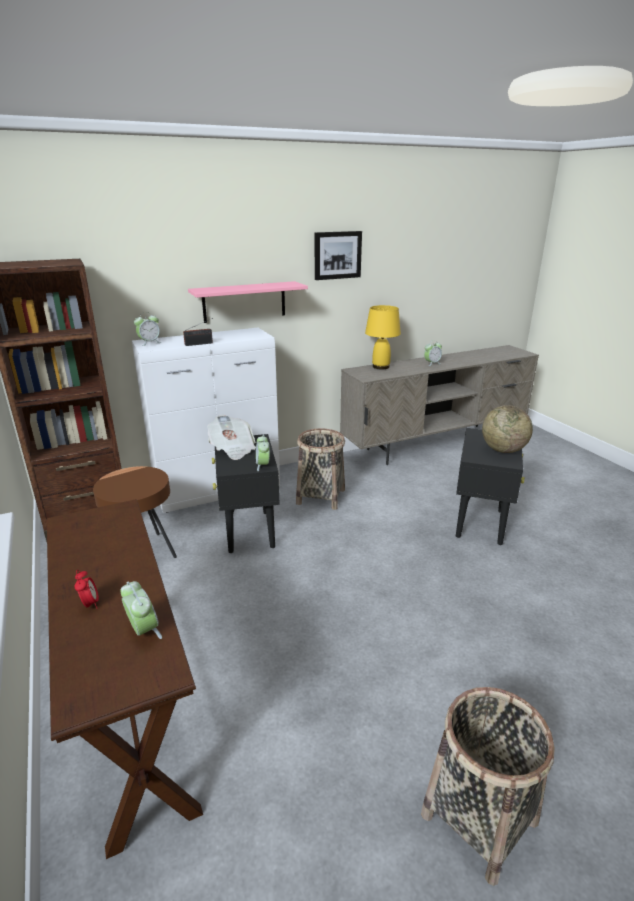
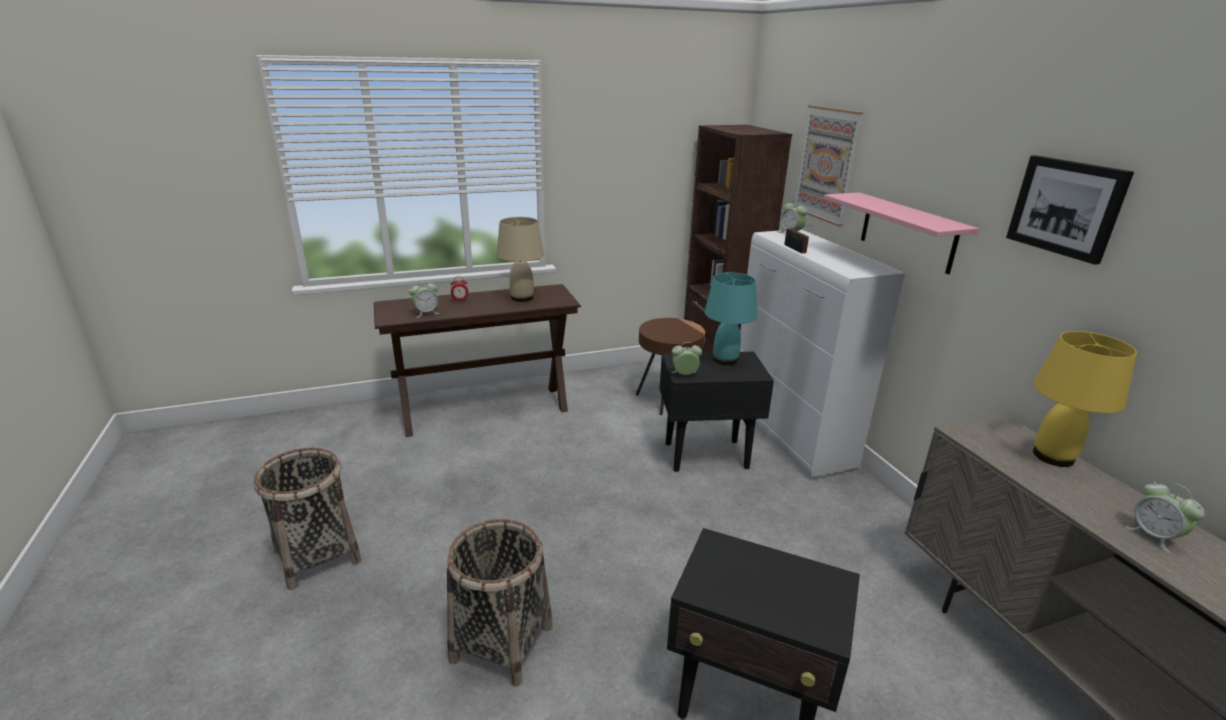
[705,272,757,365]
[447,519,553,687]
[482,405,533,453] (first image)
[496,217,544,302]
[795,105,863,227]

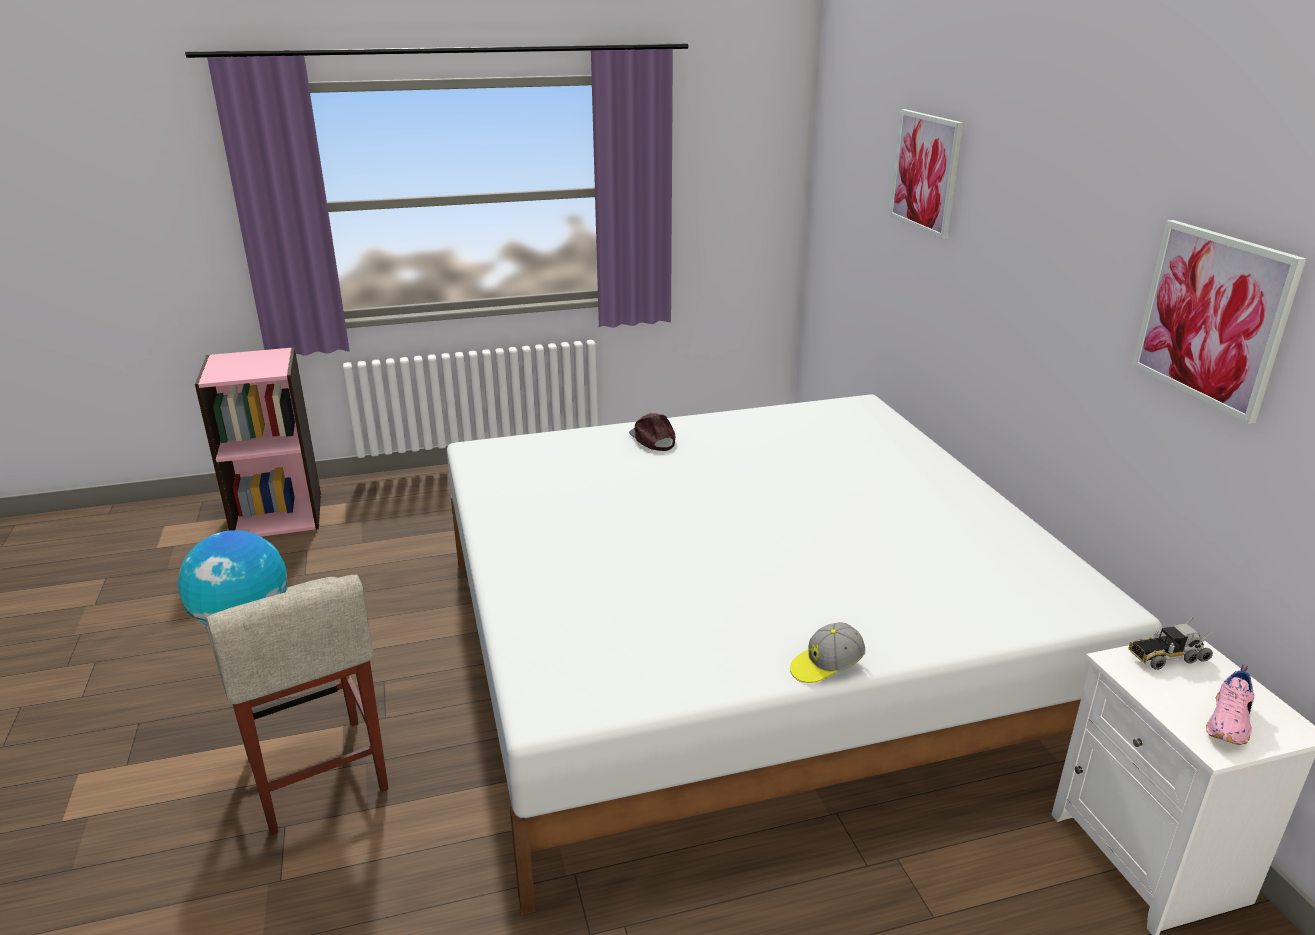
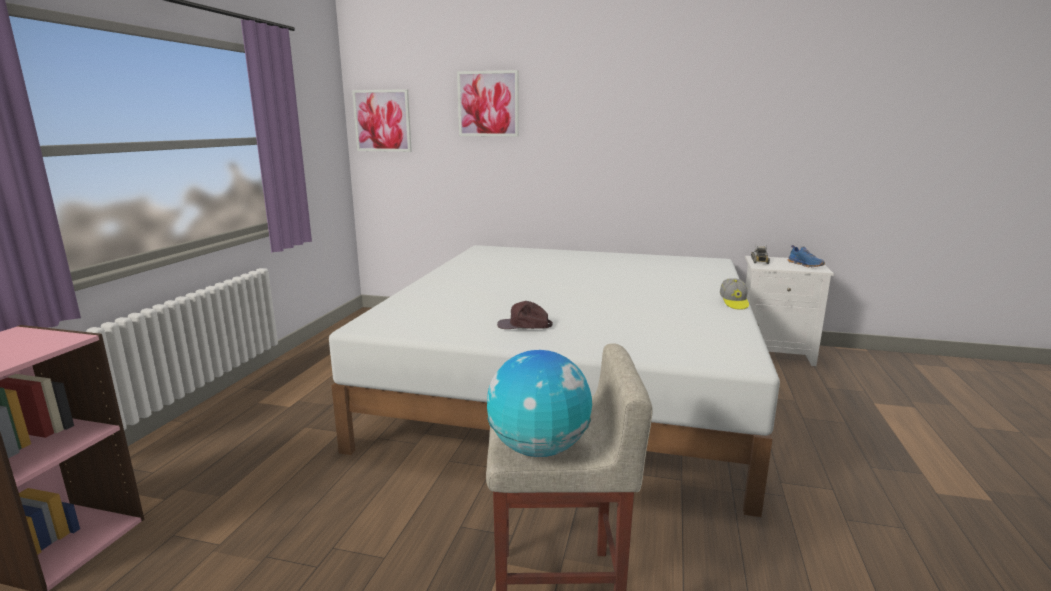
[497,301,553,329]
[352,89,412,152]
[788,245,825,267]

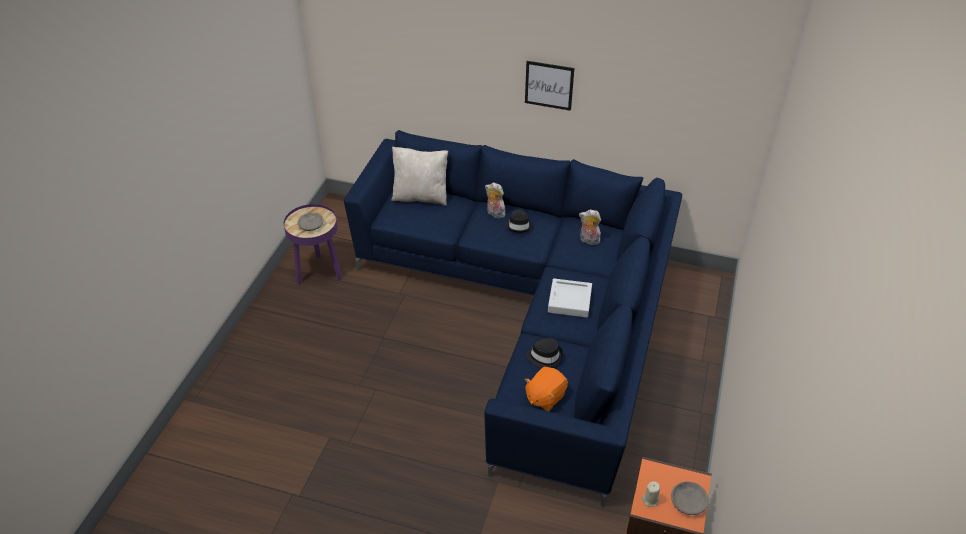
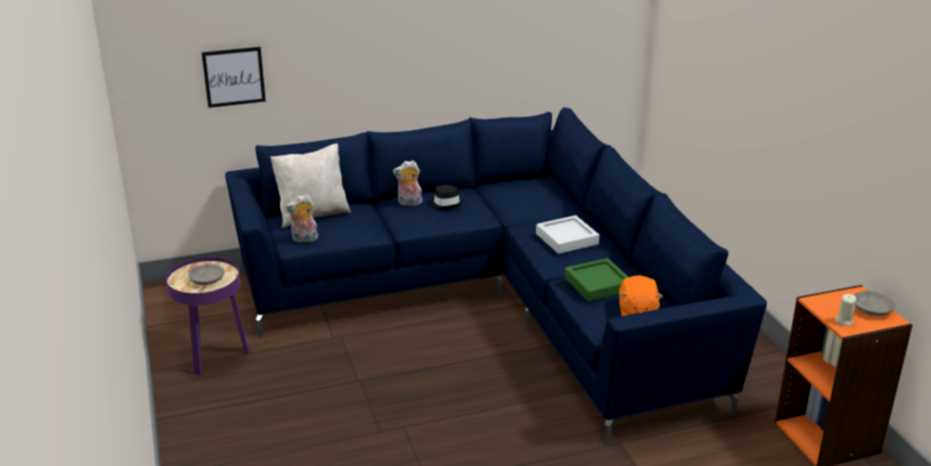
[202,47,266,108]
[564,258,628,302]
[285,194,318,243]

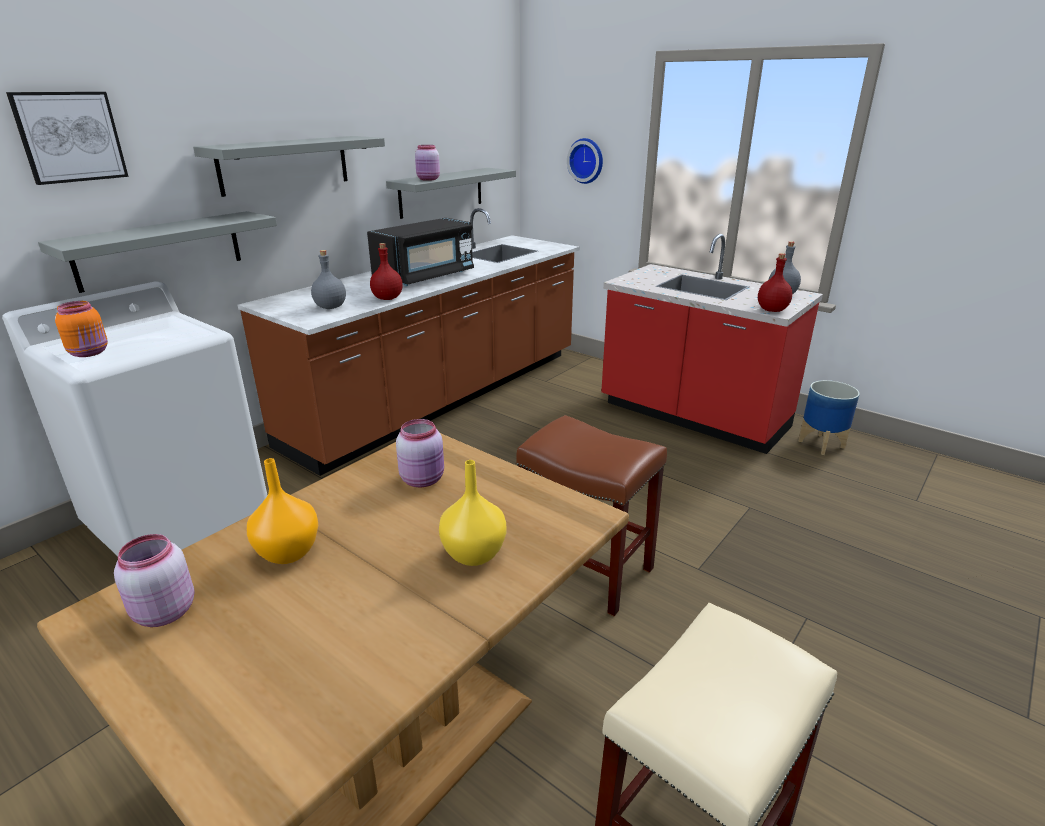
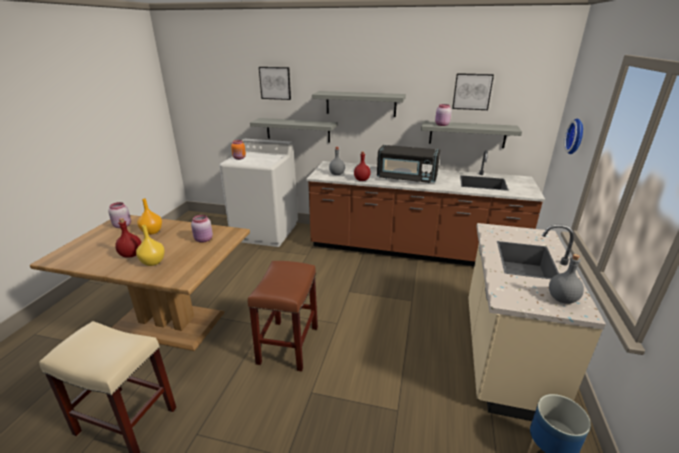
[468,223,606,421]
[115,218,142,258]
[452,73,494,110]

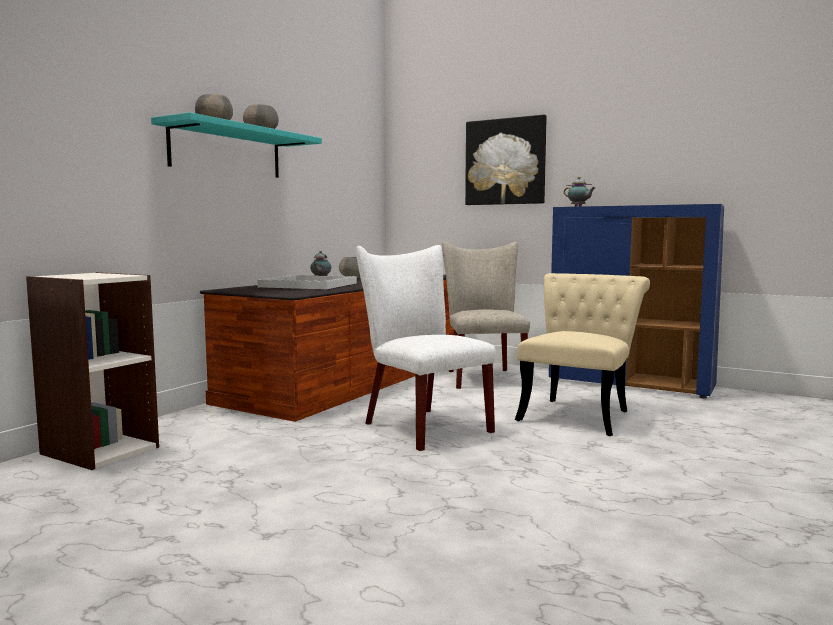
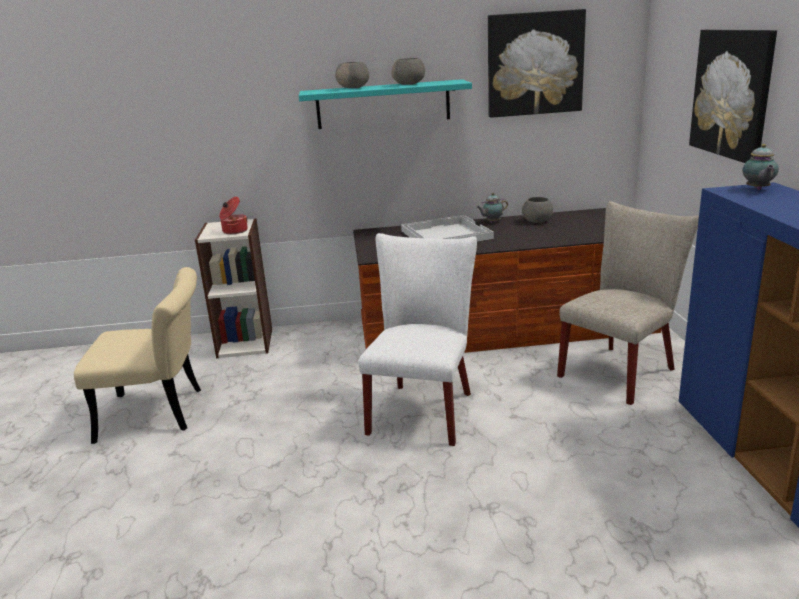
[74,267,201,444]
[219,197,248,234]
[488,9,586,118]

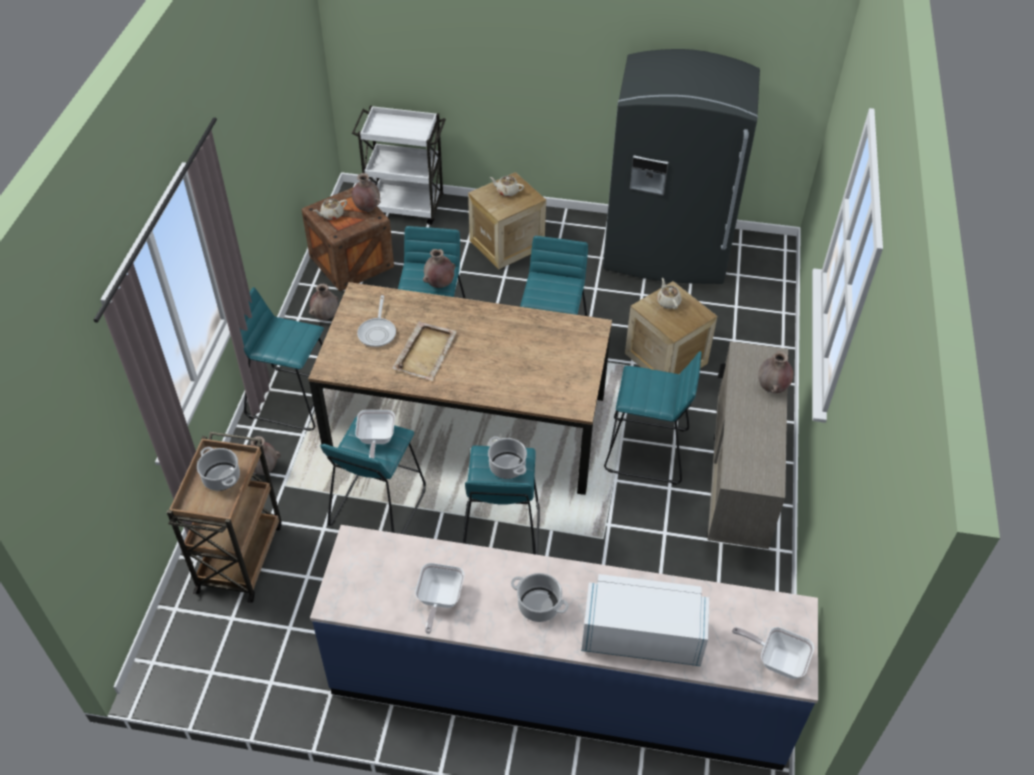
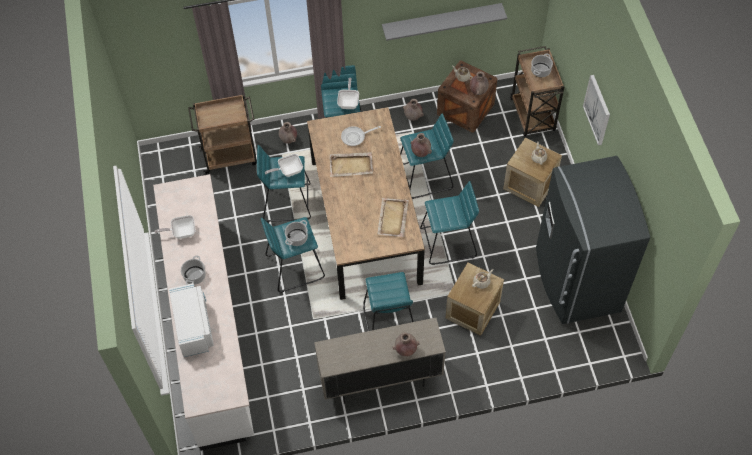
[531,54,553,77]
[153,174,254,451]
[510,46,564,136]
[337,78,359,109]
[377,198,408,237]
[382,3,507,41]
[583,75,610,145]

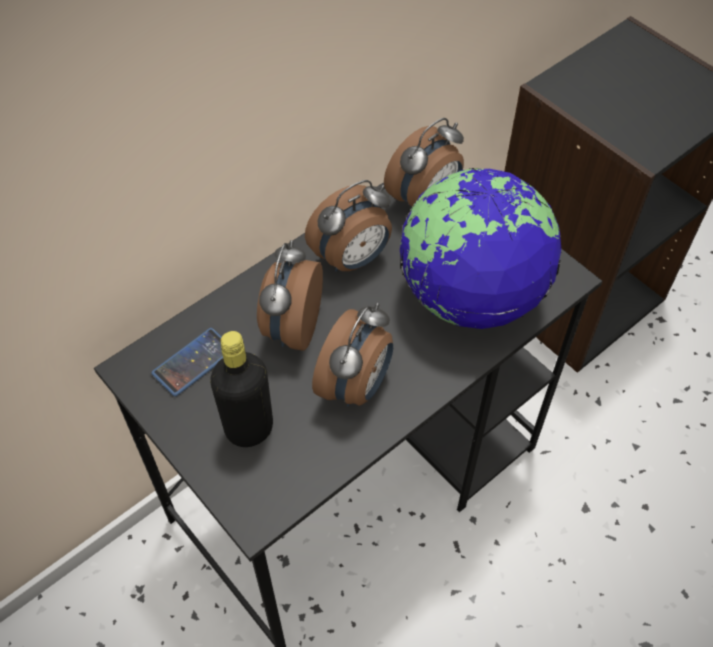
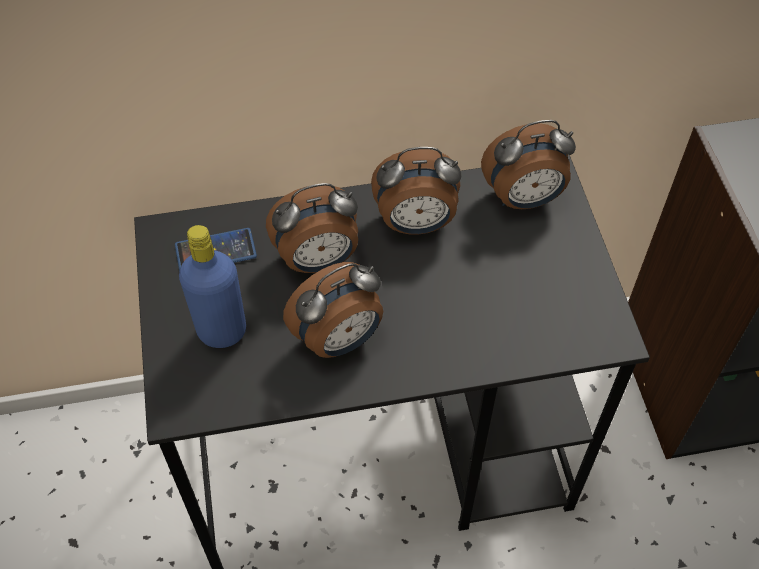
[179,225,246,348]
[266,183,358,273]
[400,168,562,329] (first image)

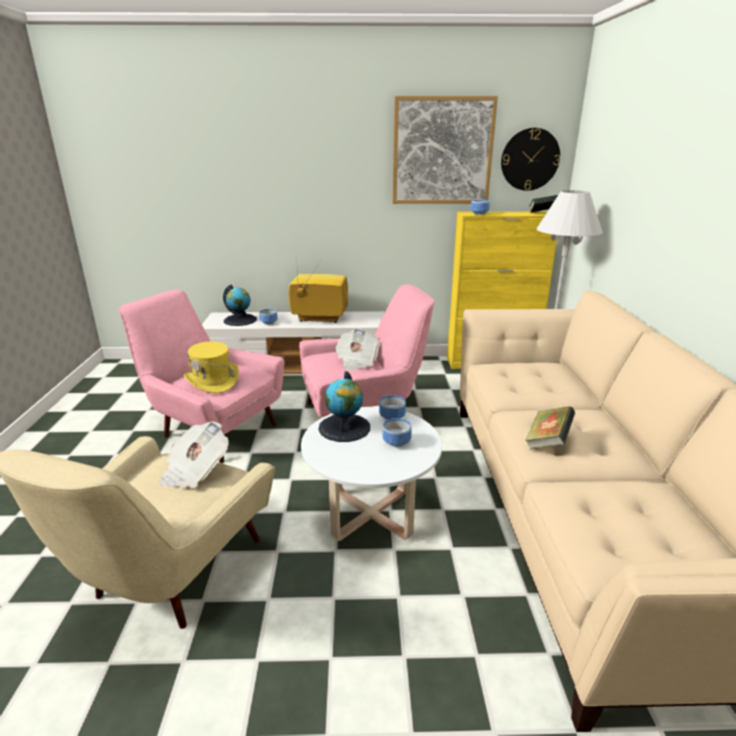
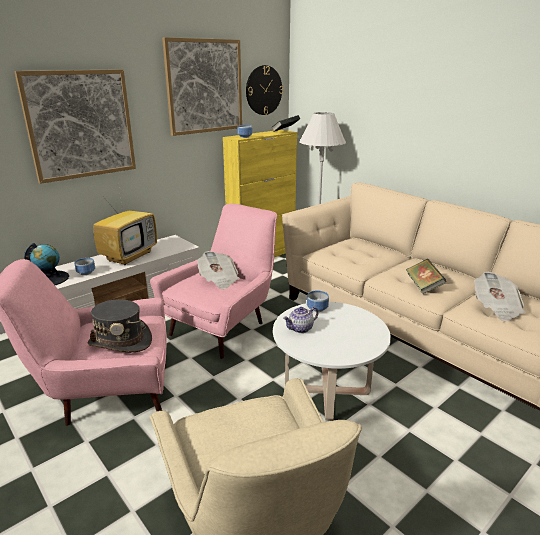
[474,272,525,322]
[87,299,152,352]
[93,189,157,265]
[283,307,319,333]
[382,418,411,447] (first image)
[14,69,136,184]

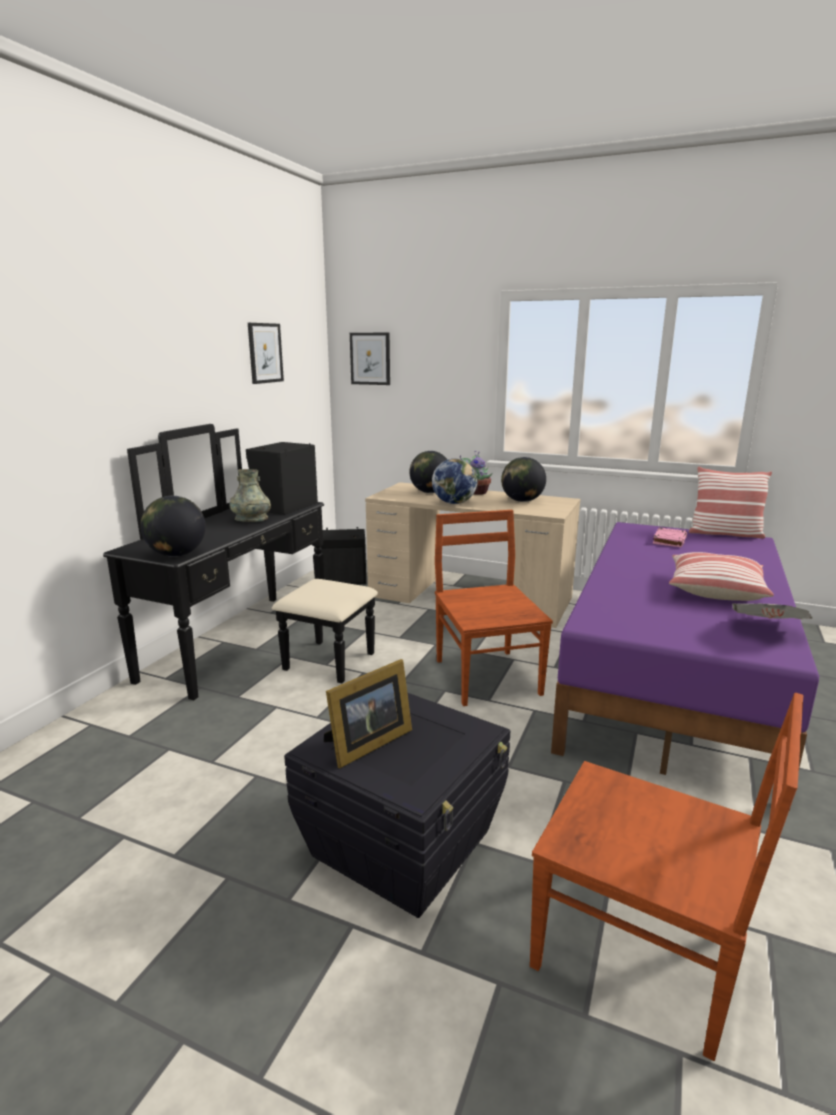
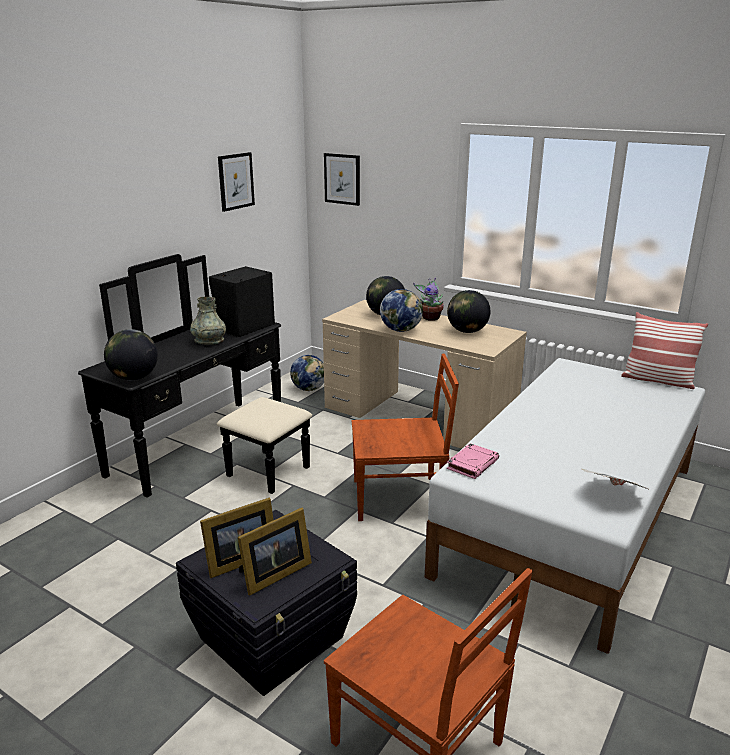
[290,355,324,391]
[352,354,459,521]
[425,358,705,654]
[447,443,499,479]
[669,552,774,601] (first image)
[238,508,312,596]

